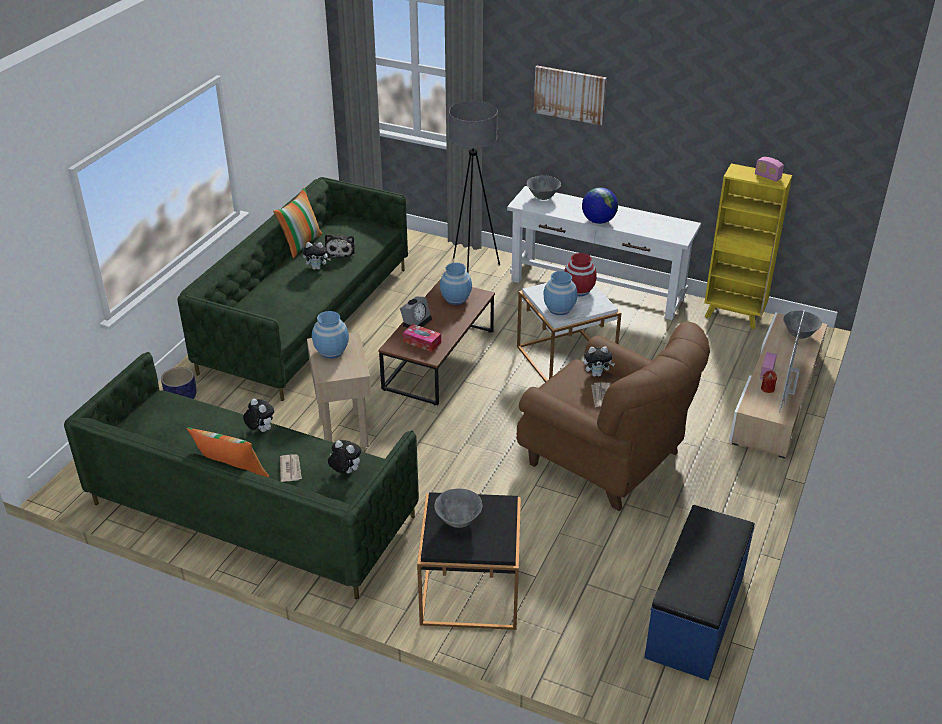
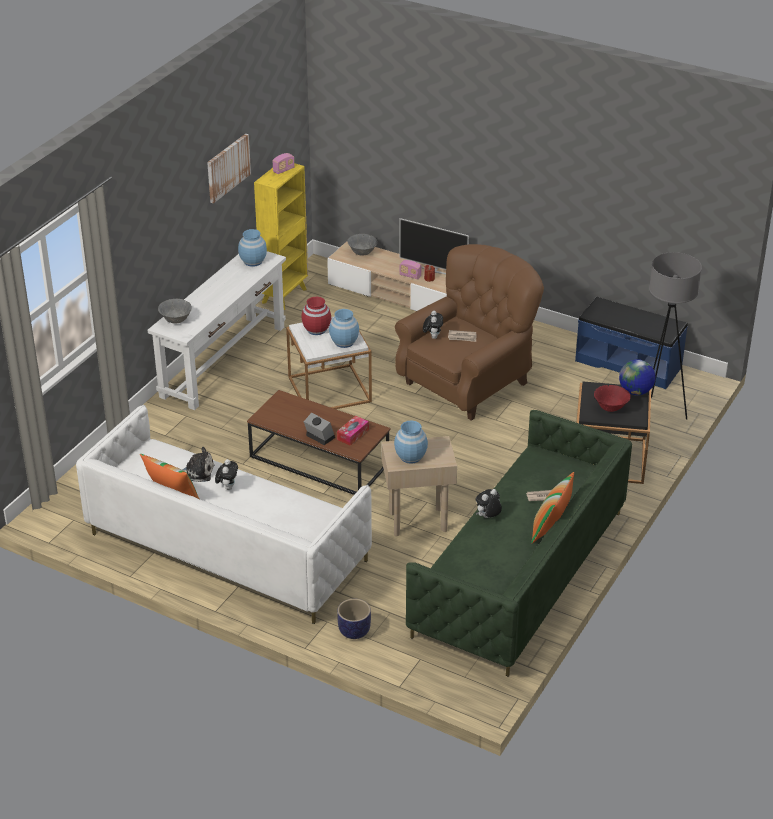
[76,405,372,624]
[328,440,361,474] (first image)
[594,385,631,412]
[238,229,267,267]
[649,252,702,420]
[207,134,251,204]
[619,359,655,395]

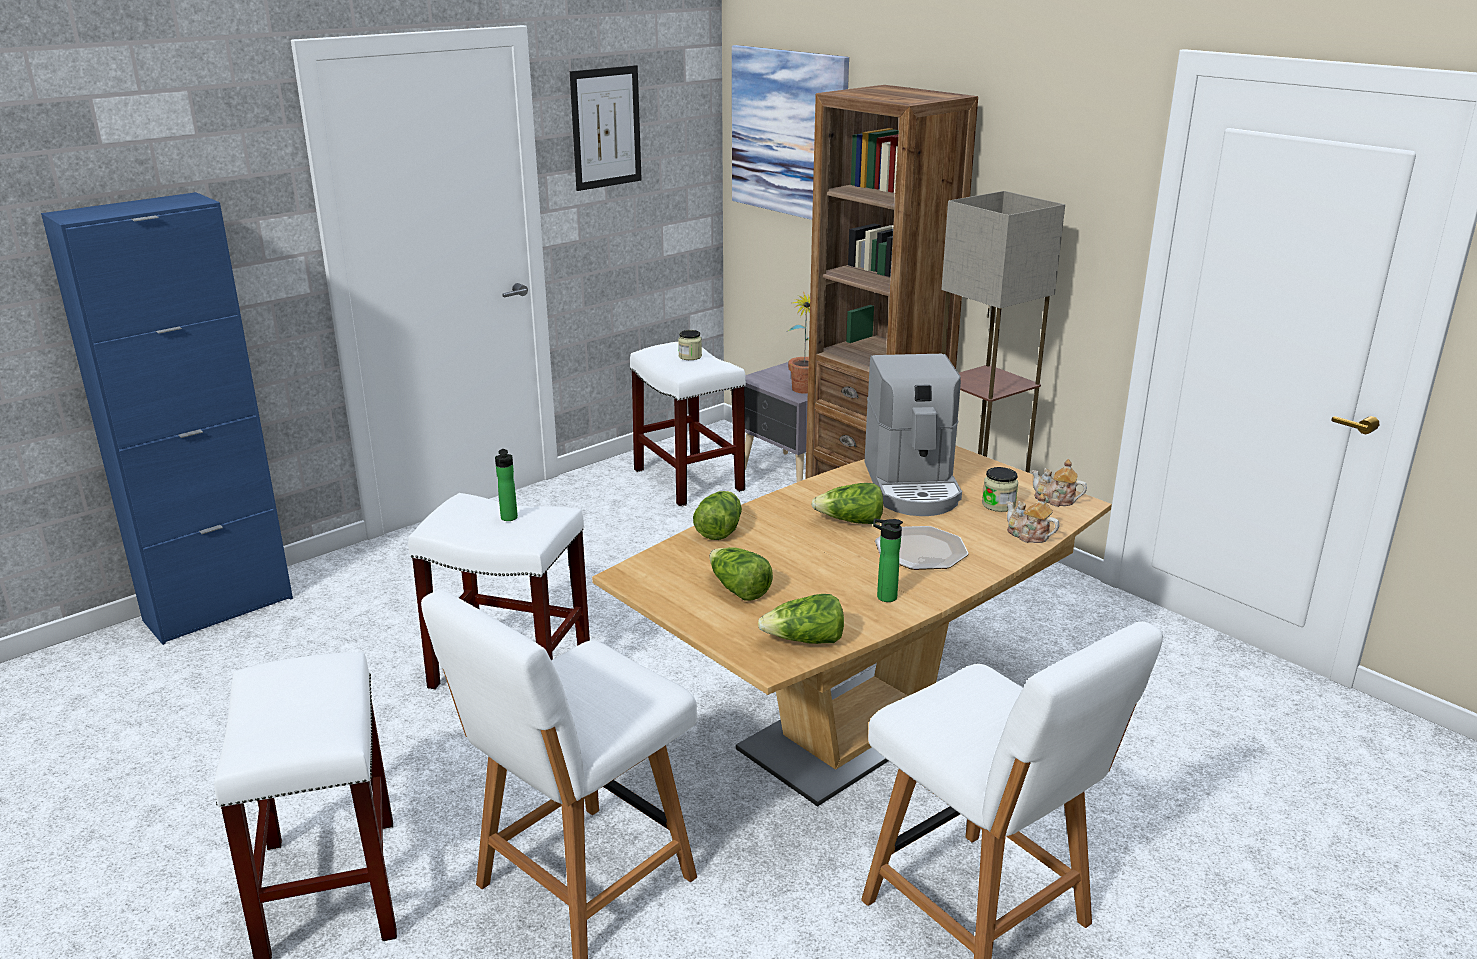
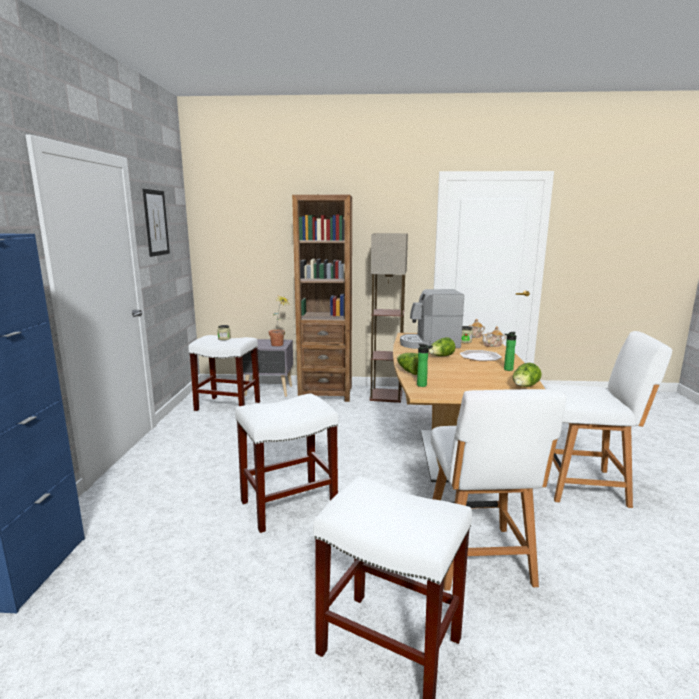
[417,344,433,387]
[709,547,773,601] (first image)
[732,45,849,220] (first image)
[400,289,464,349]

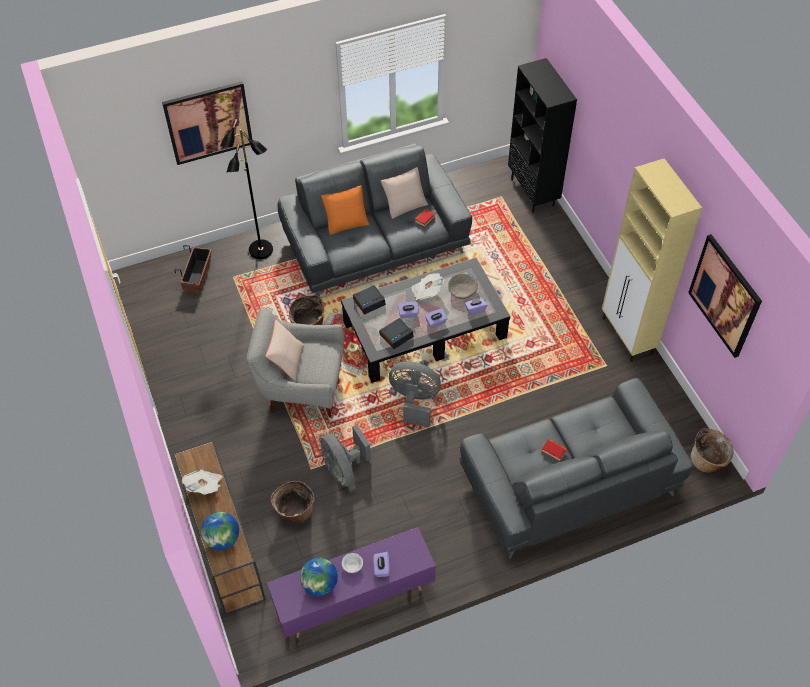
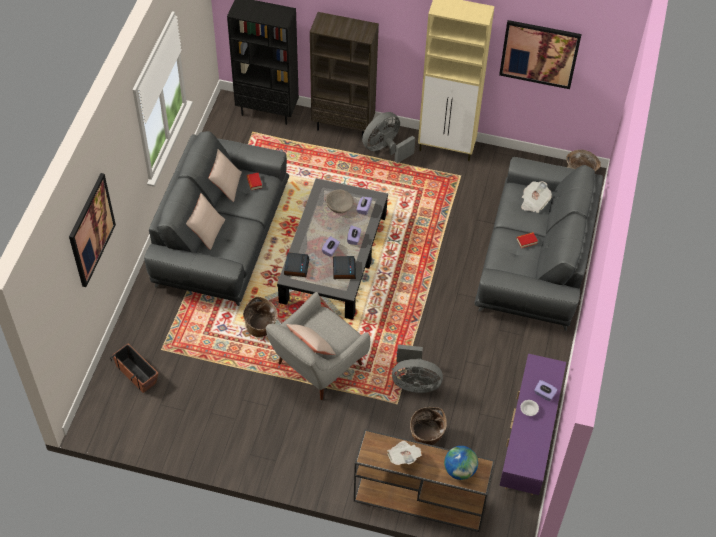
[220,119,273,259] (first image)
[300,558,338,596] (first image)
[186,193,225,250]
[362,112,415,163]
[521,181,552,213]
[310,12,379,137]

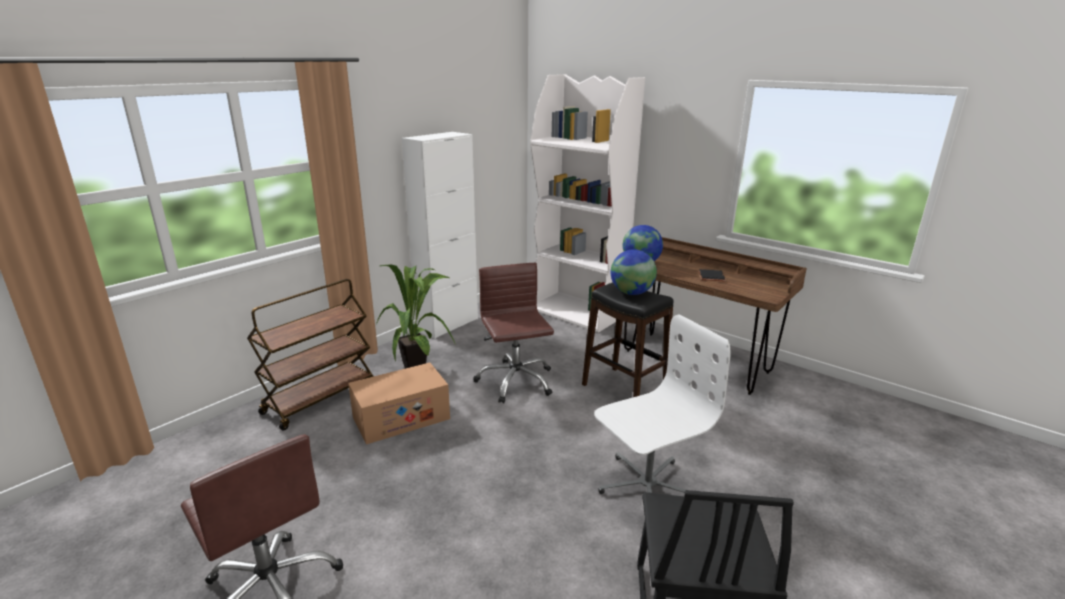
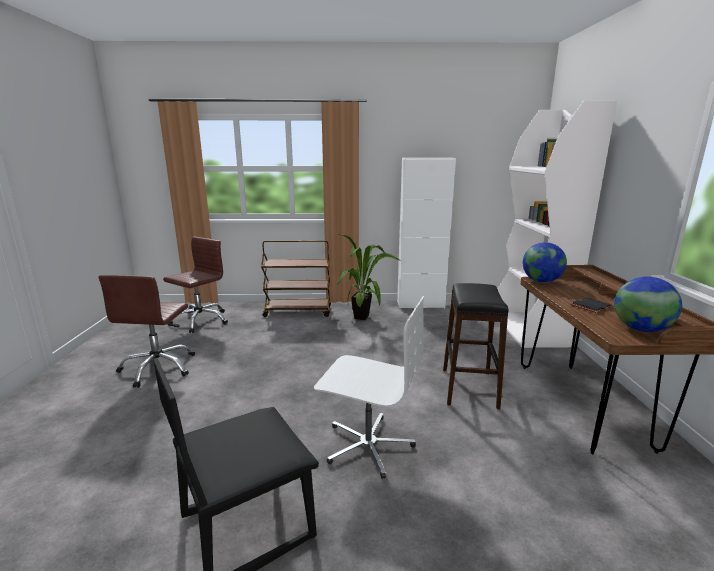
[348,363,450,444] (first image)
[163,237,228,333]
[614,277,682,332]

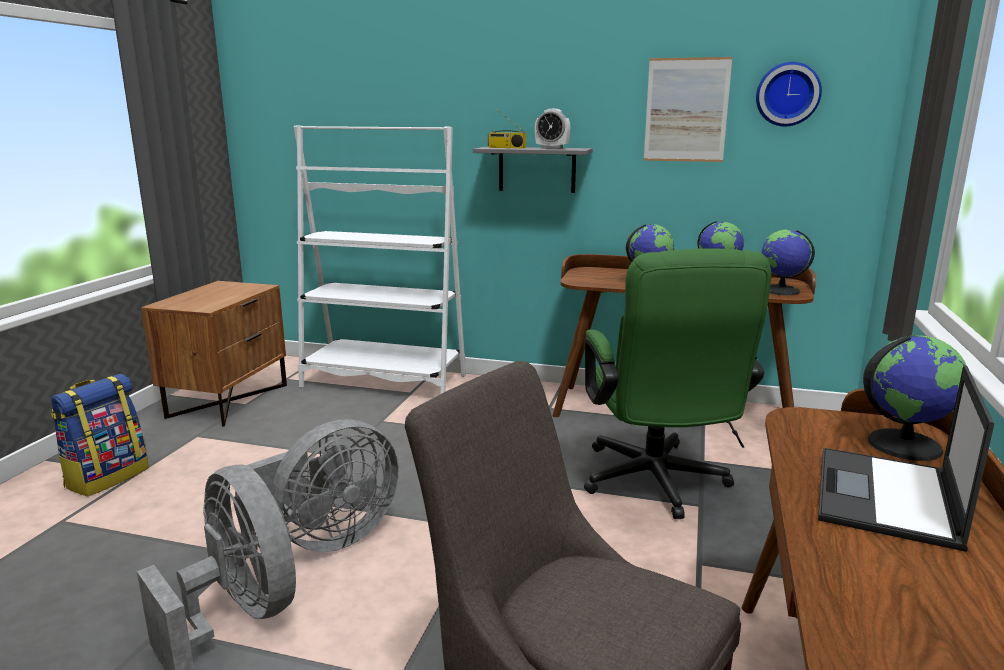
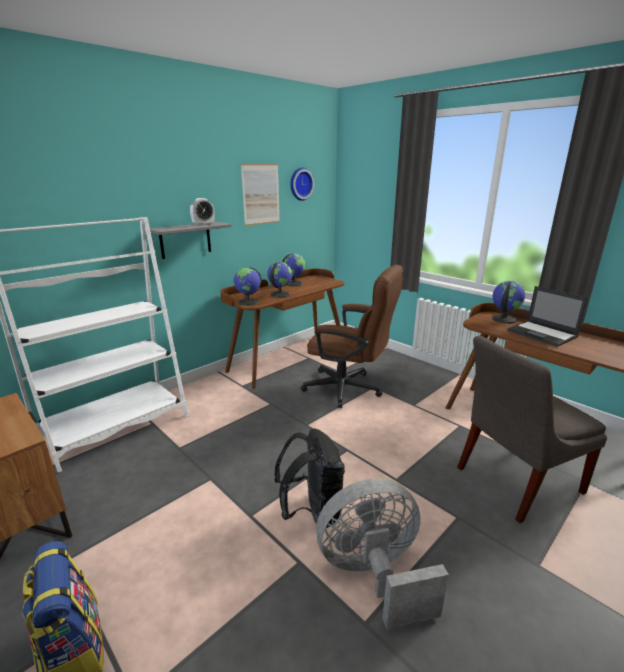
[275,429,345,528]
[488,109,526,148] (first image)
[301,264,403,408]
[234,267,261,306]

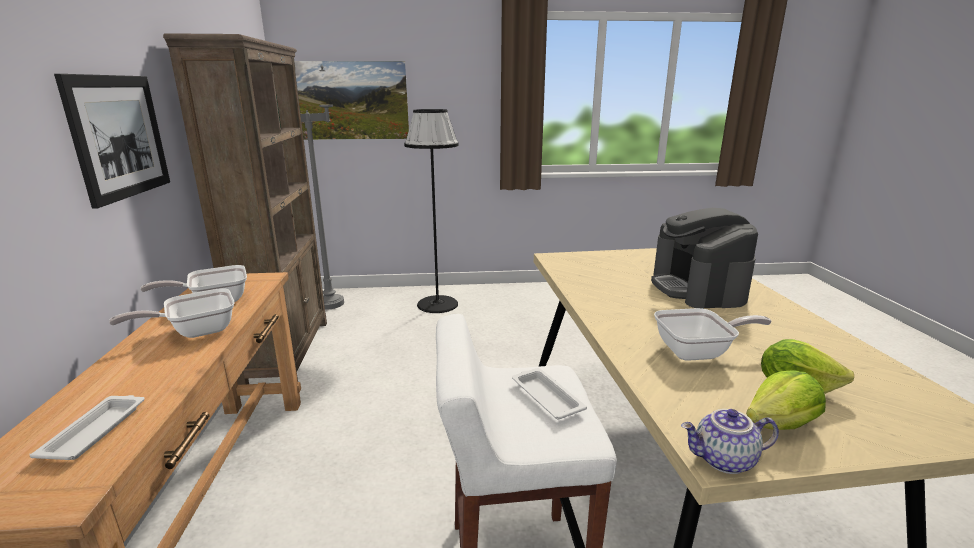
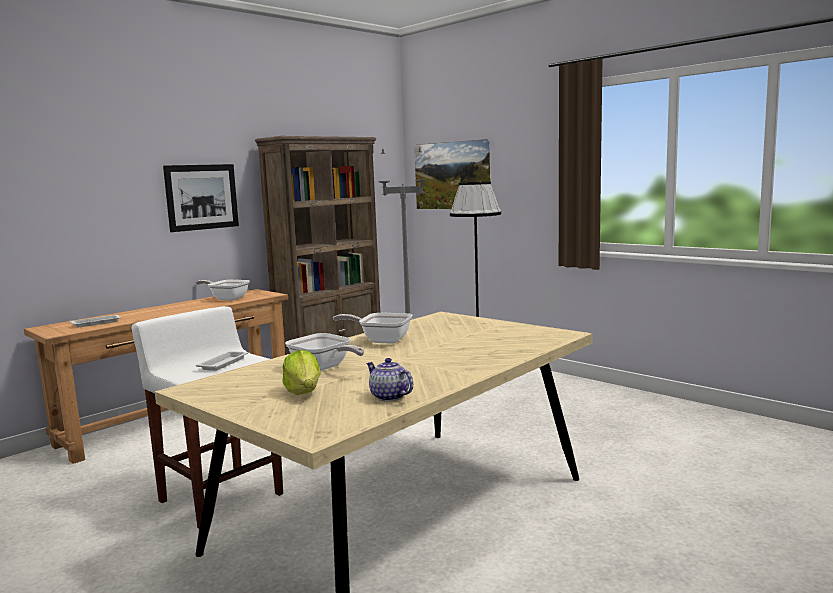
[333,313,412,344]
[651,208,758,309] (first image)
[366,358,413,401]
[746,370,826,430] (first image)

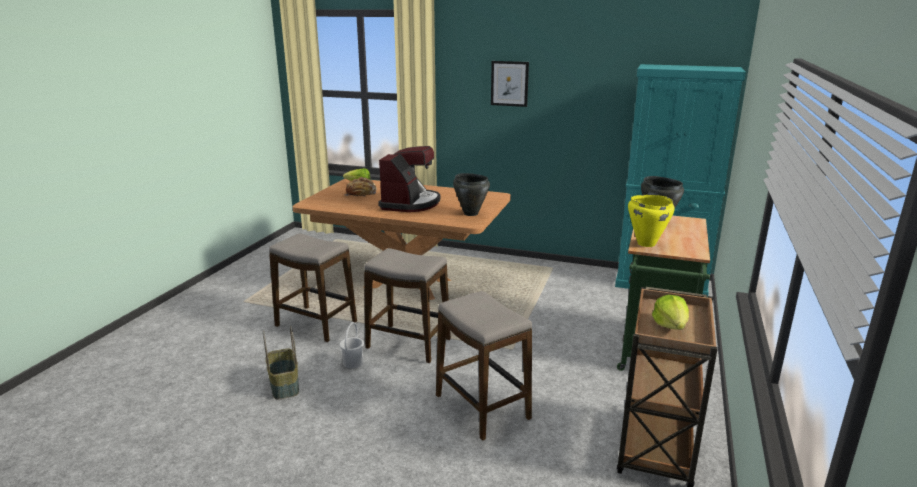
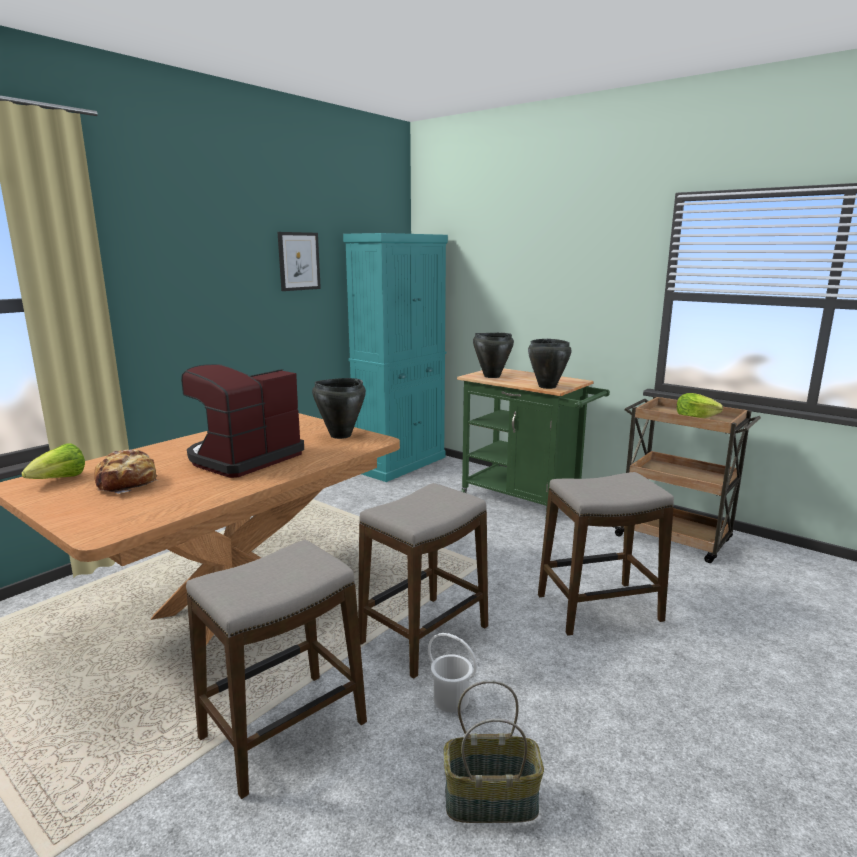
[181,364,304,478]
[278,232,321,291]
[528,339,572,389]

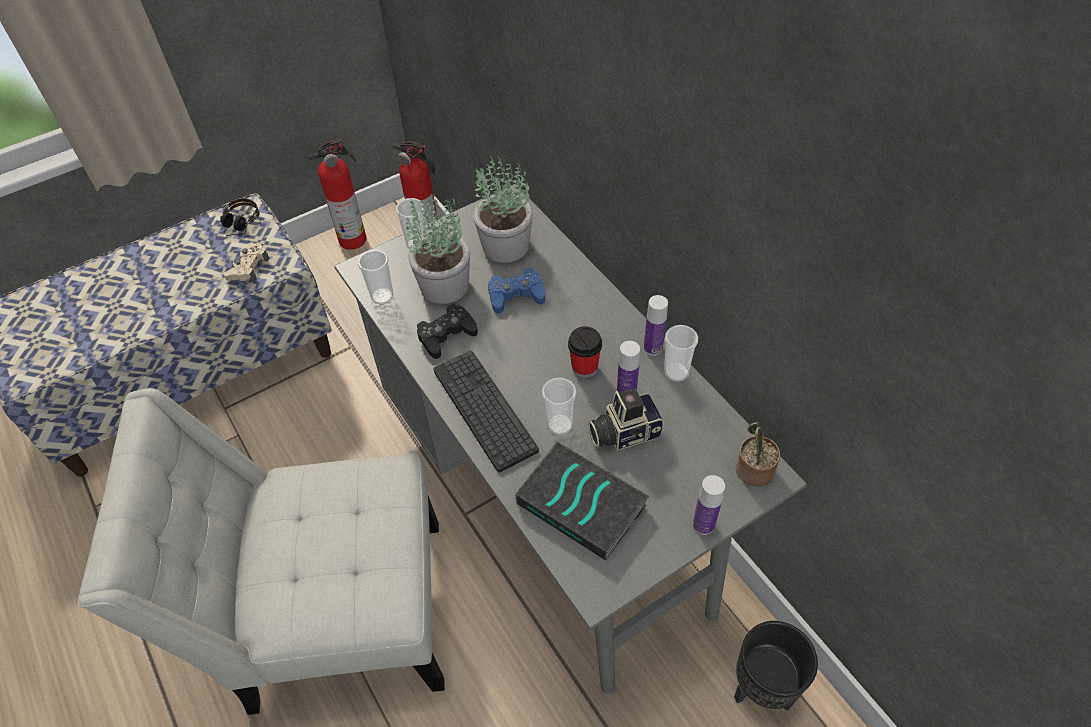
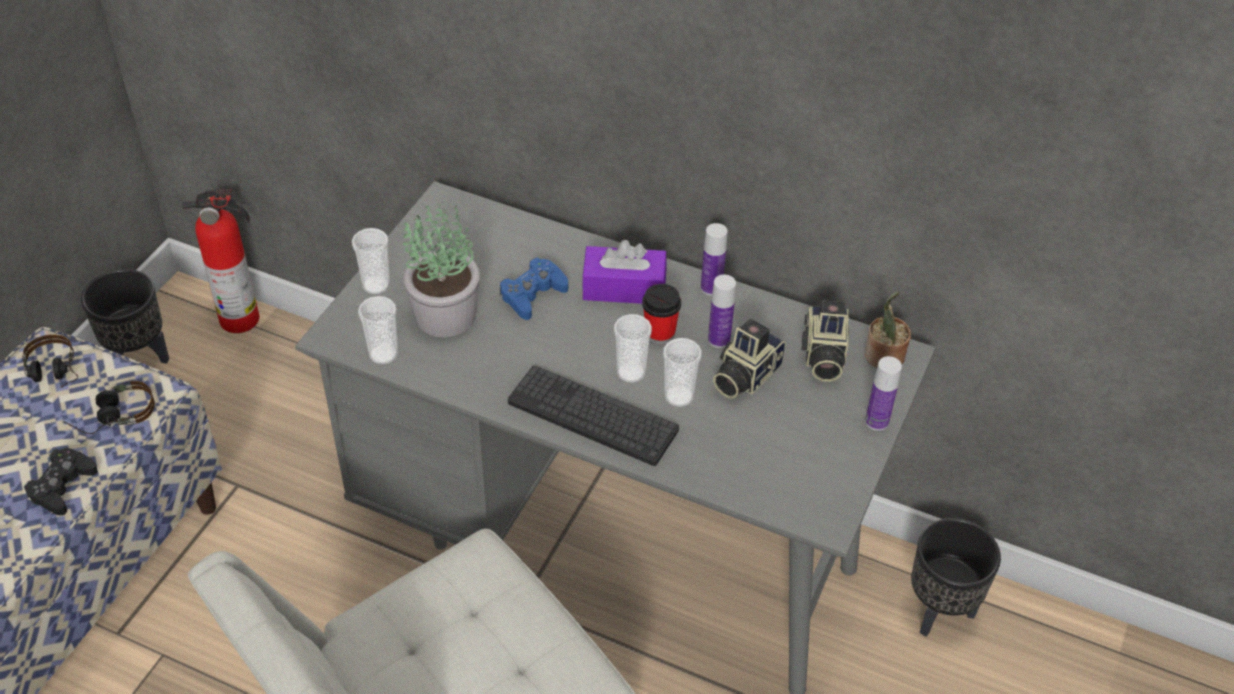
[63,381,155,434]
[81,269,169,363]
[24,448,98,515]
[473,156,533,263] (first image)
[515,442,650,561] (first image)
[614,314,652,383]
[582,240,667,304]
[801,300,849,382]

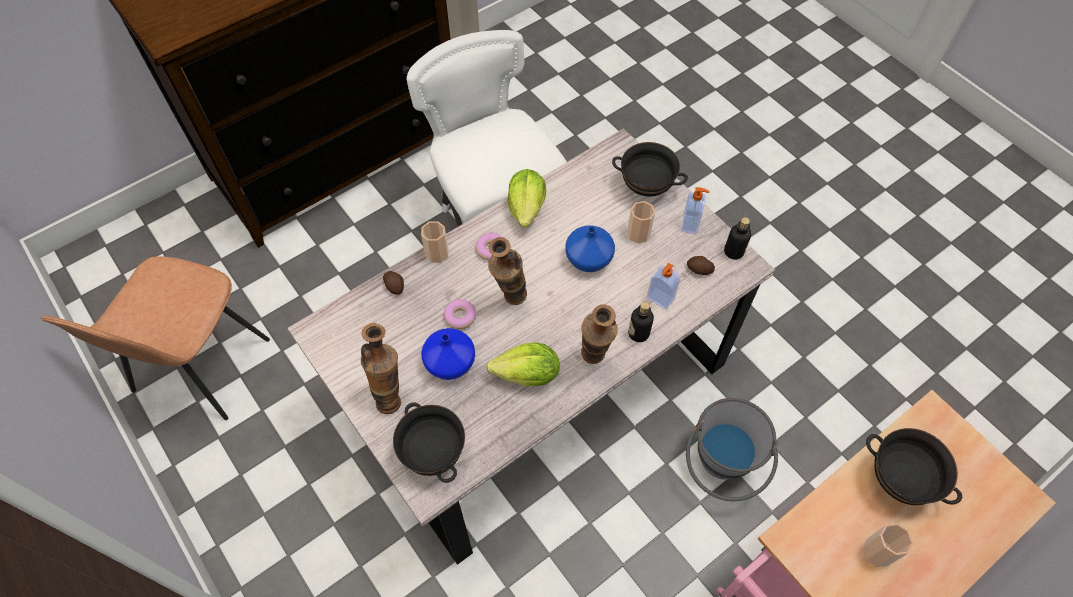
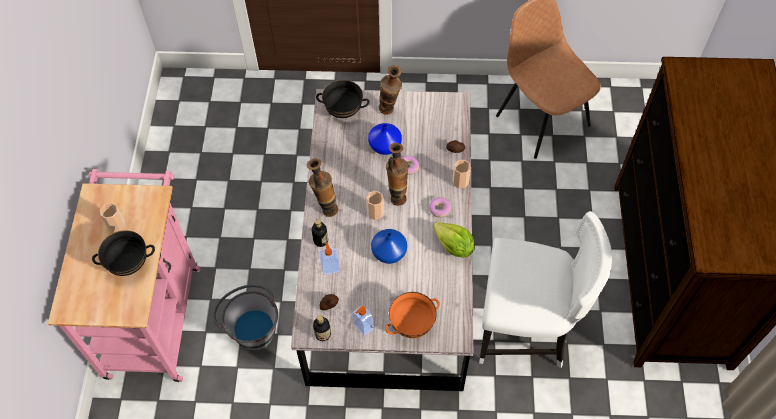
[486,343,560,386] (first image)
[385,292,440,338]
[366,191,384,220]

